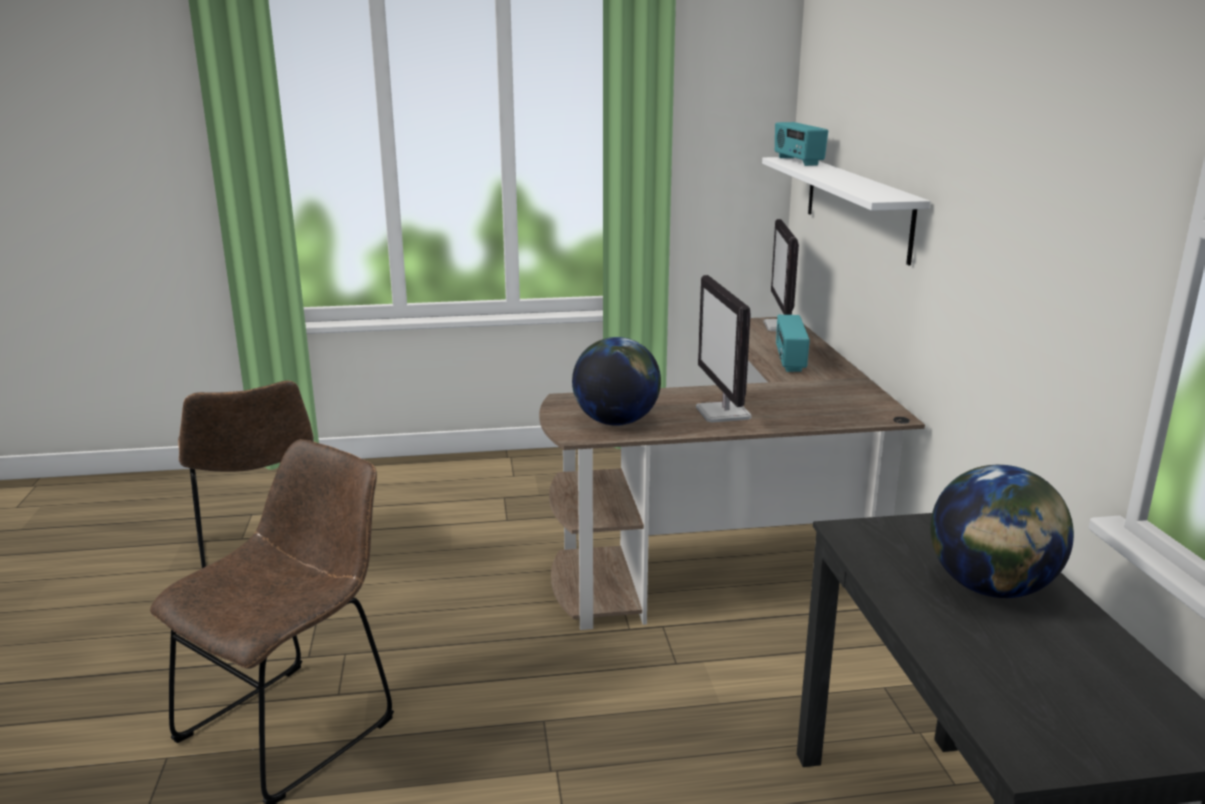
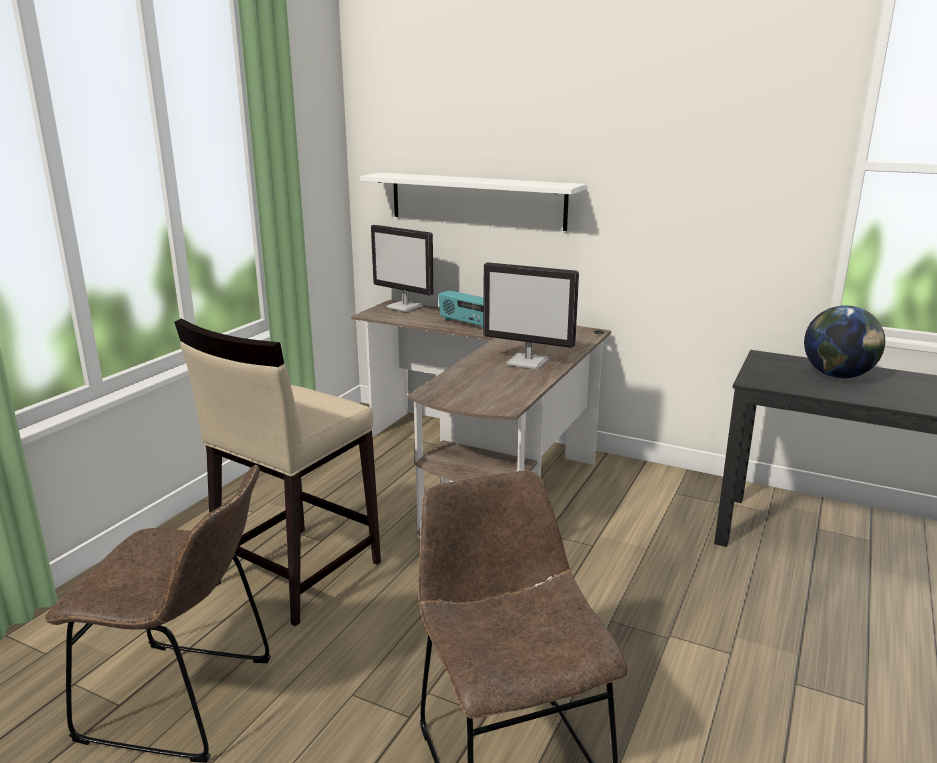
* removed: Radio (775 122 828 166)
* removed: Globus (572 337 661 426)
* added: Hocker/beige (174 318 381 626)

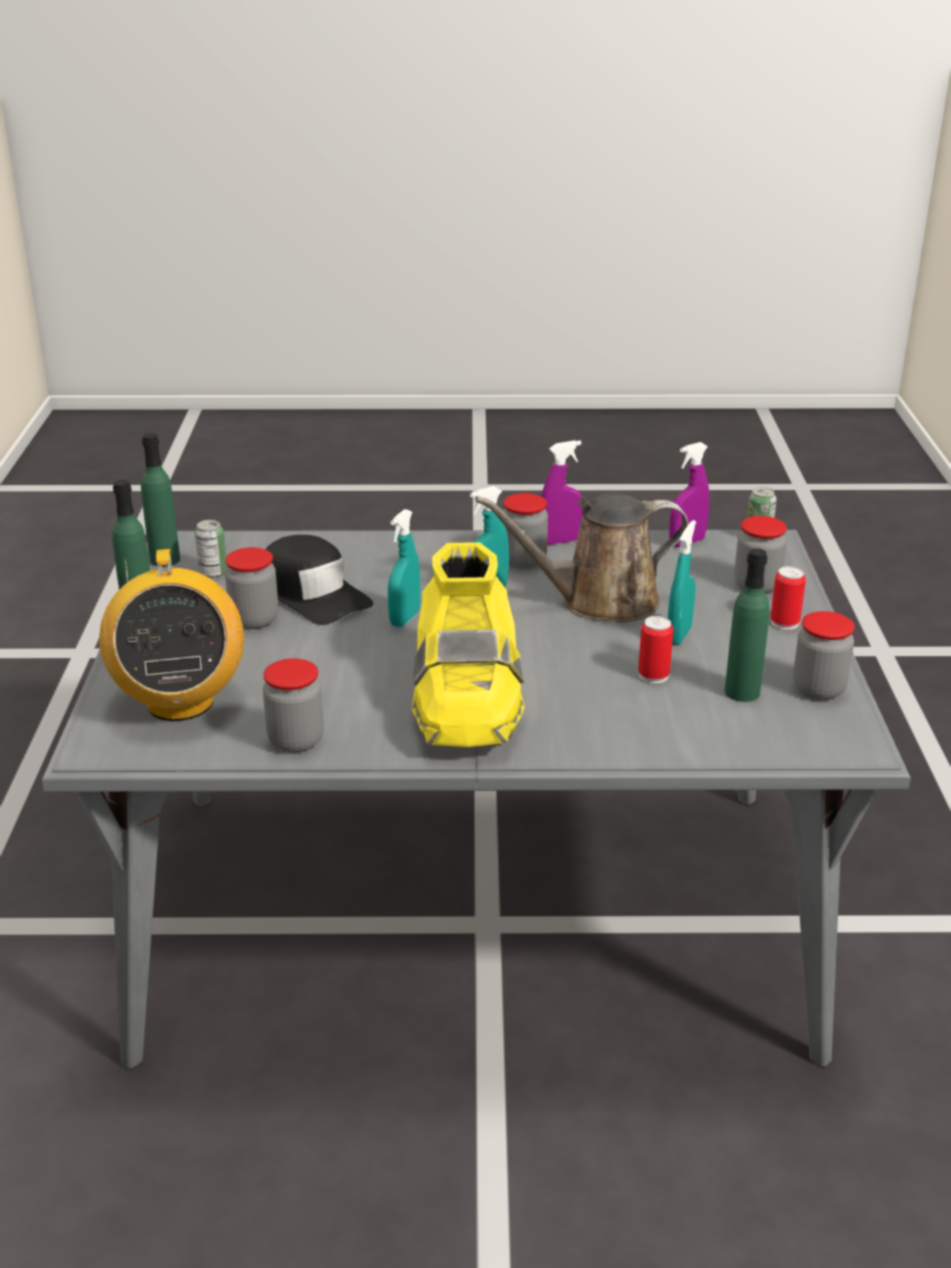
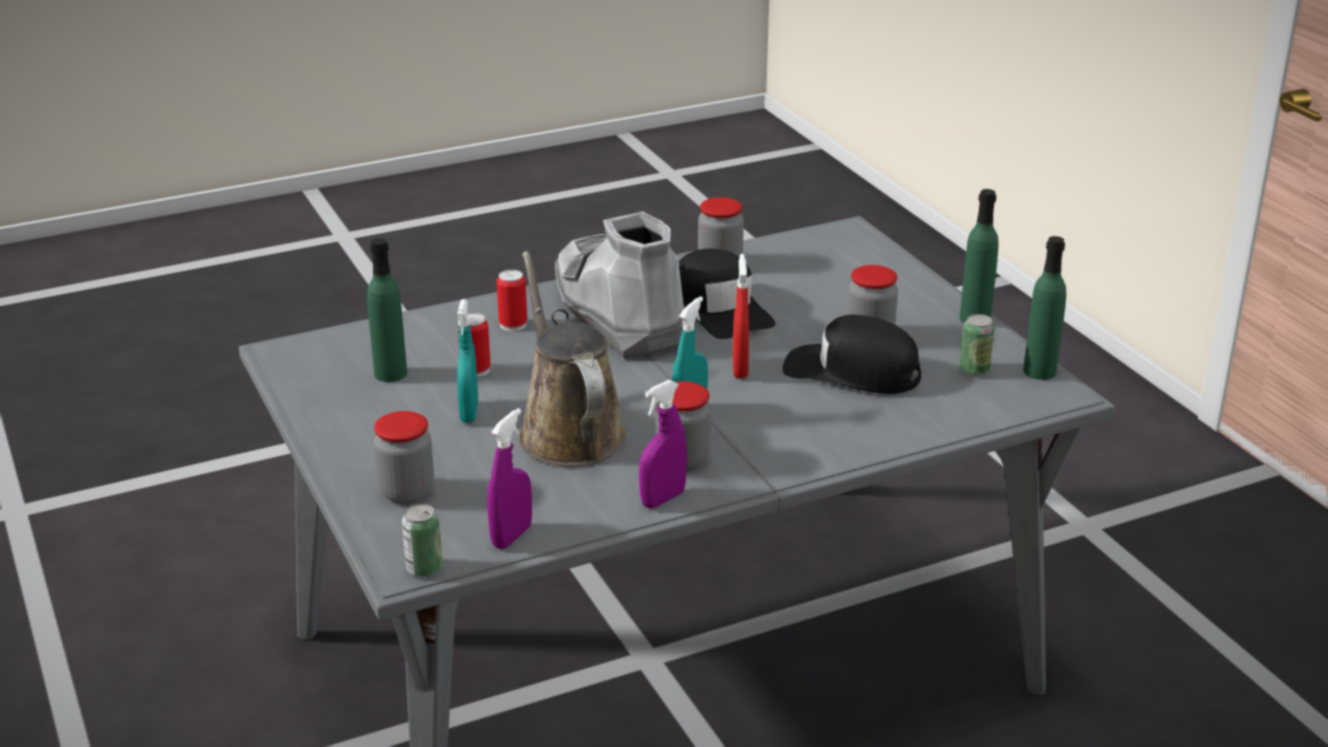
* turned: Gießkanne/braun (475 493 688 622) = (519 251 626 466) 75 degrees counterclockwise
* recoloured: Sprühflasche/türkis (388 509 420 627) to Sprühflasche/rot (732 254 749 378)
* recoloured: Stiefel/gelb (412 542 525 747) to Stiefel/grau (555 212 684 359)
* removed: Radio (99 549 244 721)
* moved: Dose (770 566 806 630) to (497 270 527 331)
* removed: Vorratsglas (793 611 854 700)
* added: Kappe/schwarz (679 248 776 339)

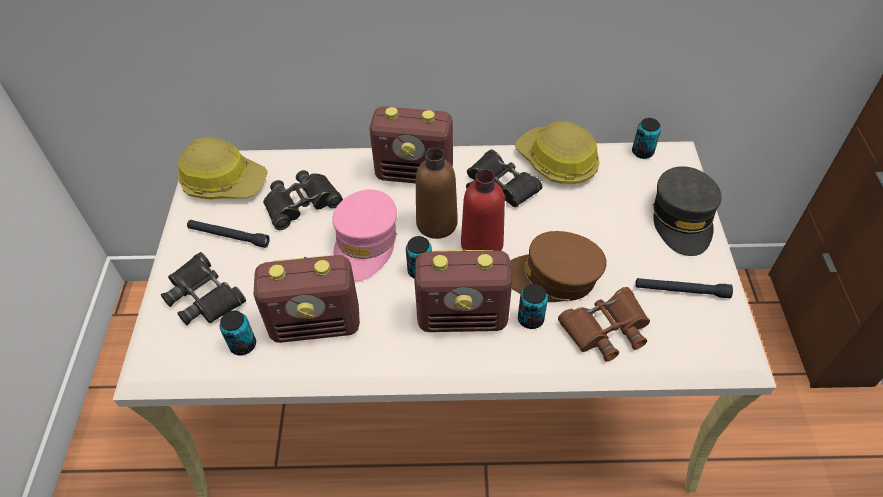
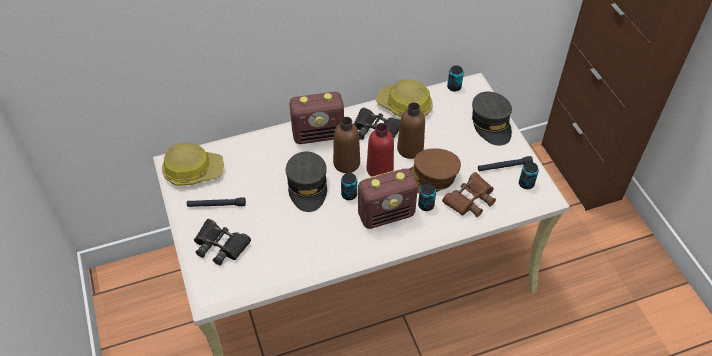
* removed: Fernglas/schwarz (263 170 343 230)
* recoloured: Kappe/rosa (332 190 397 282) to Kappe/grau (286 151 327 212)
* removed: Radio (253 255 360 343)
* moved: Dose (220 310 256 355) to (519 162 539 189)
* added: Flasche/braun (397 102 425 159)

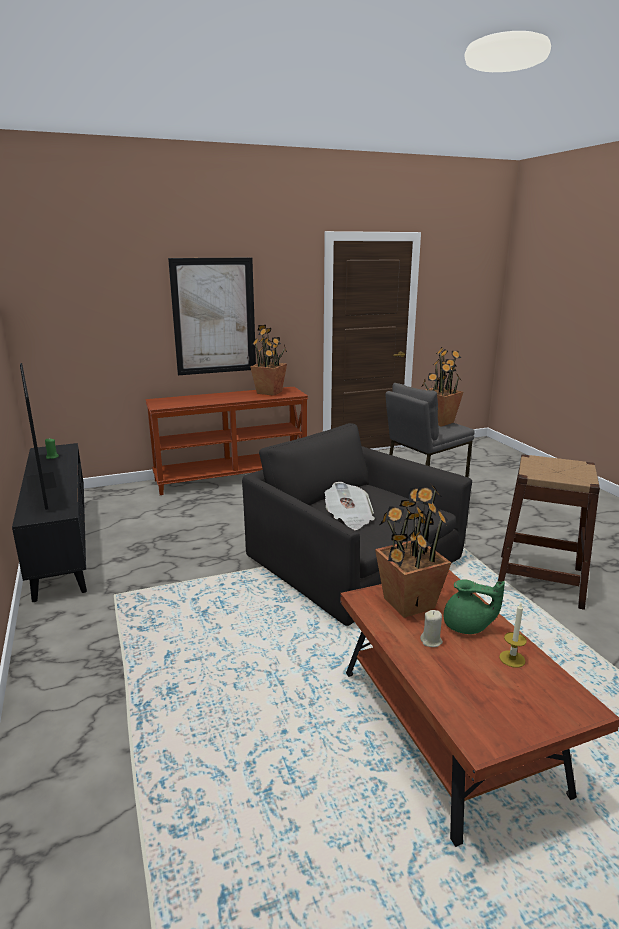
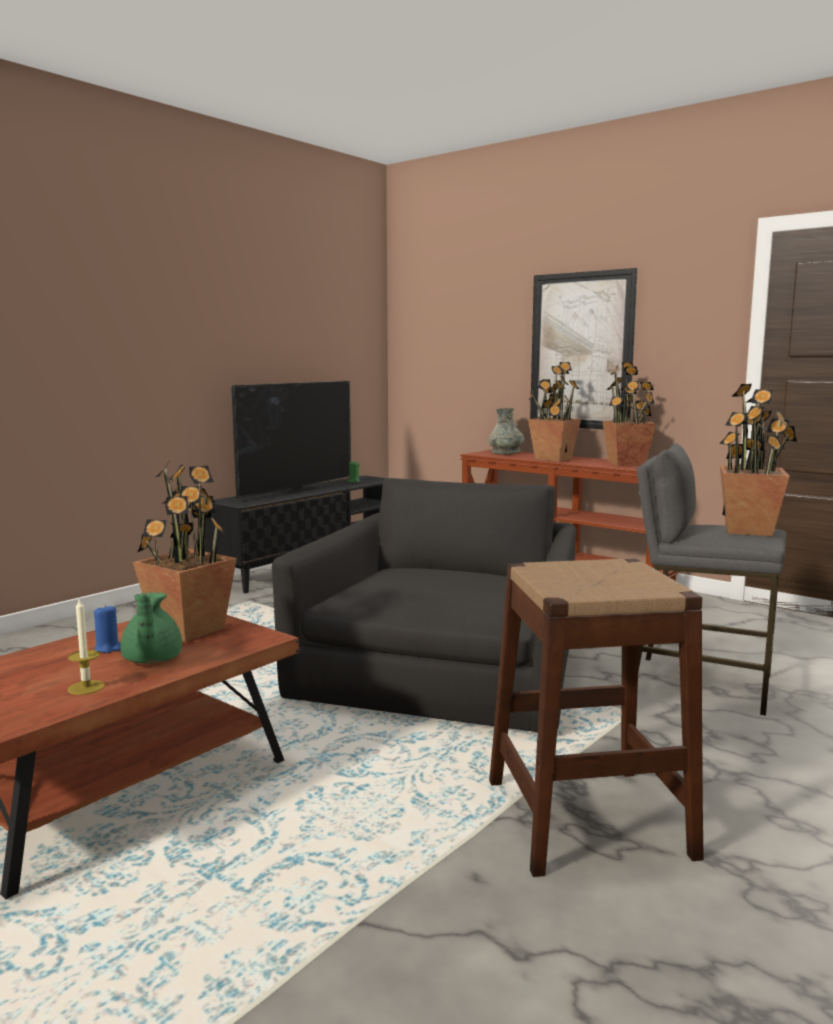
* removed: Zeitung (325 482 375 530)
* recoloured: Kerze/beige (420 610 443 647) to Kerze/blau (94 604 121 653)
* added: Topfpflanze (528 362 581 462)
* added: Vase/grau (489 408 524 455)

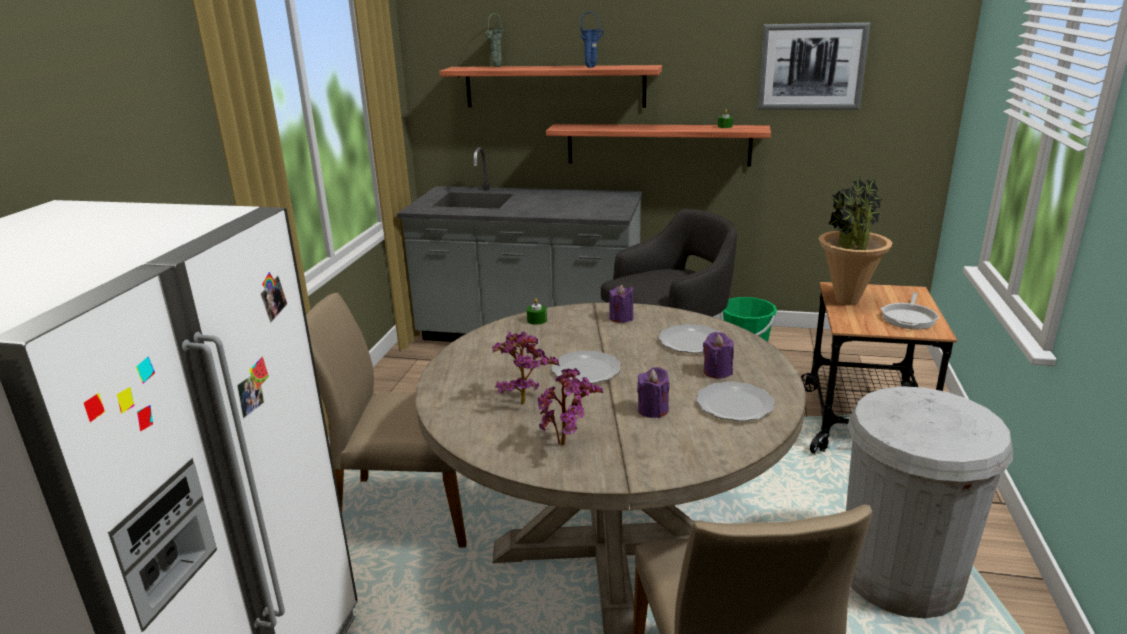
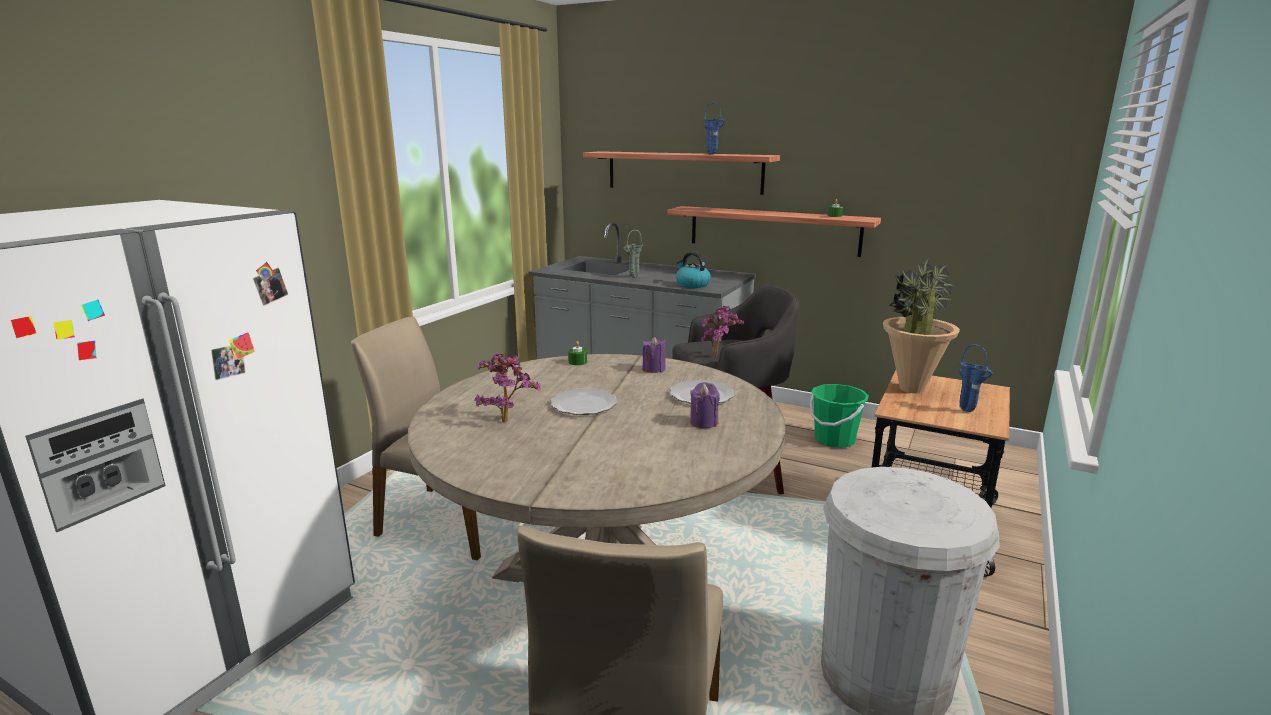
* moved: Vase/grün (485 13 504 67) to (623 230 643 278)
* removed: Bild (757 22 870 110)
* replaced: Pfanne (881 292 940 329) to Vase/blau (959 344 993 412)
* removed: Kerze/lila (637 367 670 418)
* moved: Topfpflanze (537 368 603 445) to (701 306 744 356)
* removed: Teller (696 381 775 421)
* added: Wasserkessel (676 252 711 288)

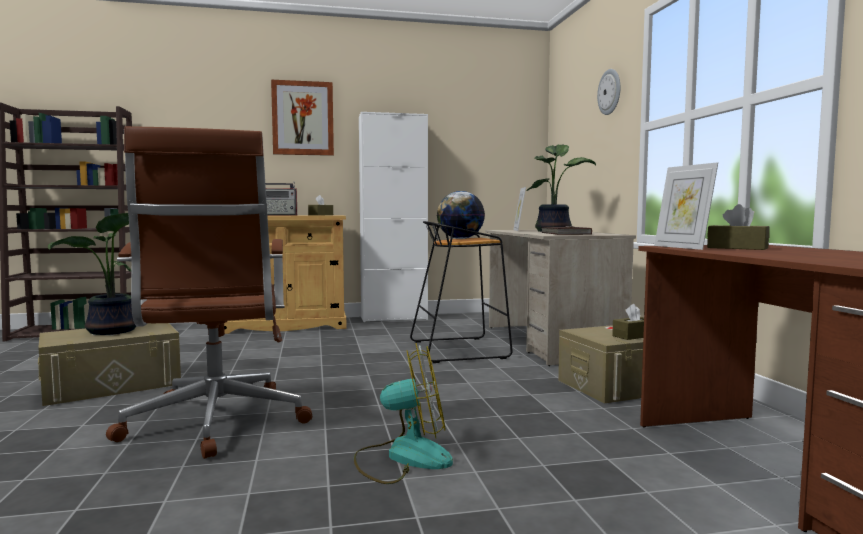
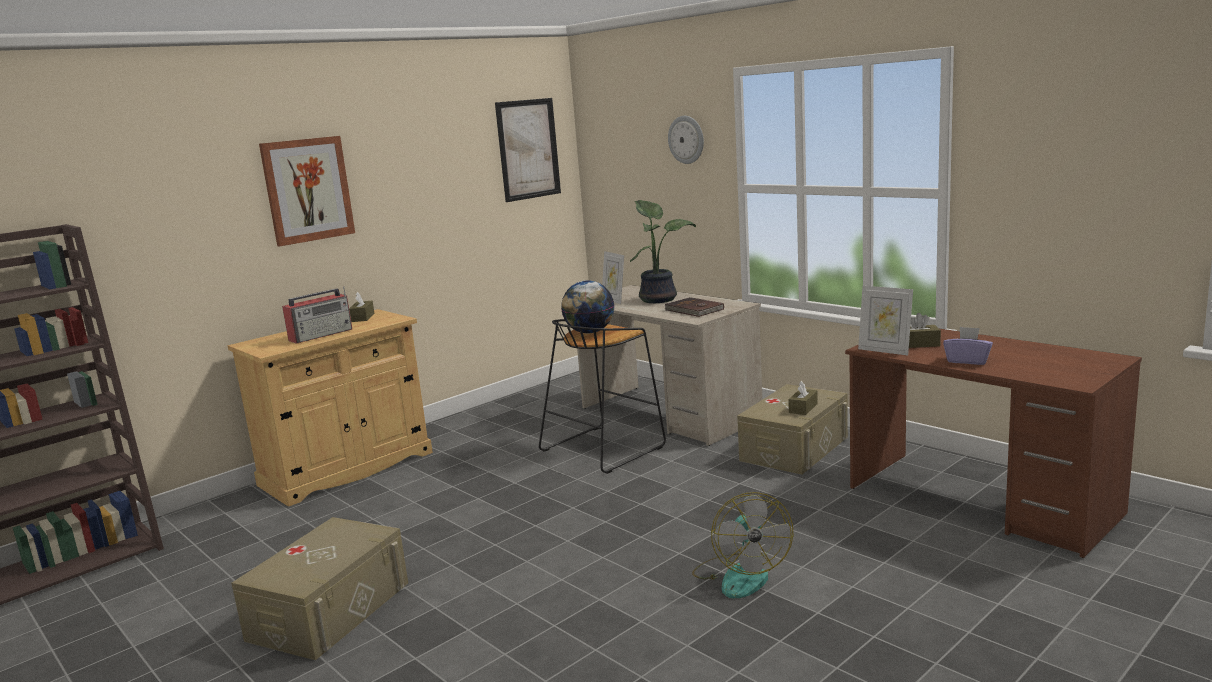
* removed: Schrank/weiß (359 112 428 322)
* removed: Bürostuhl/braun (106 126 312 459)
* removed: Topfpflanze (48 213 136 335)
* turned: Ventilator (354 343 453 484) = (692 492 794 599) 120 degrees clockwise
* added: Bild (495 98 561 202)
* added: Taschentuchbox/lila (943 327 993 365)

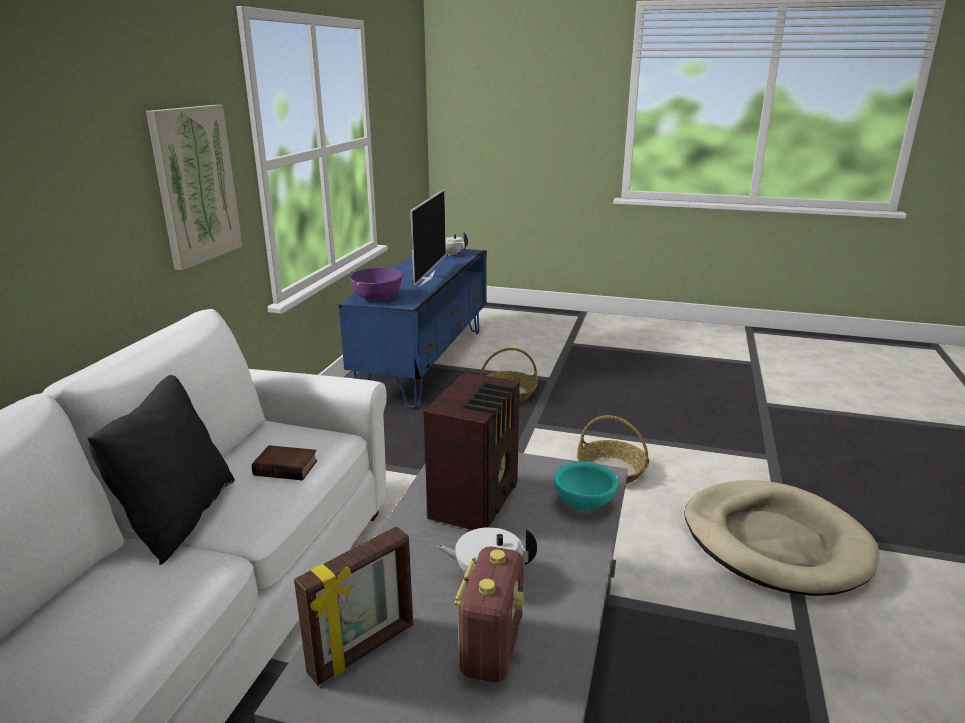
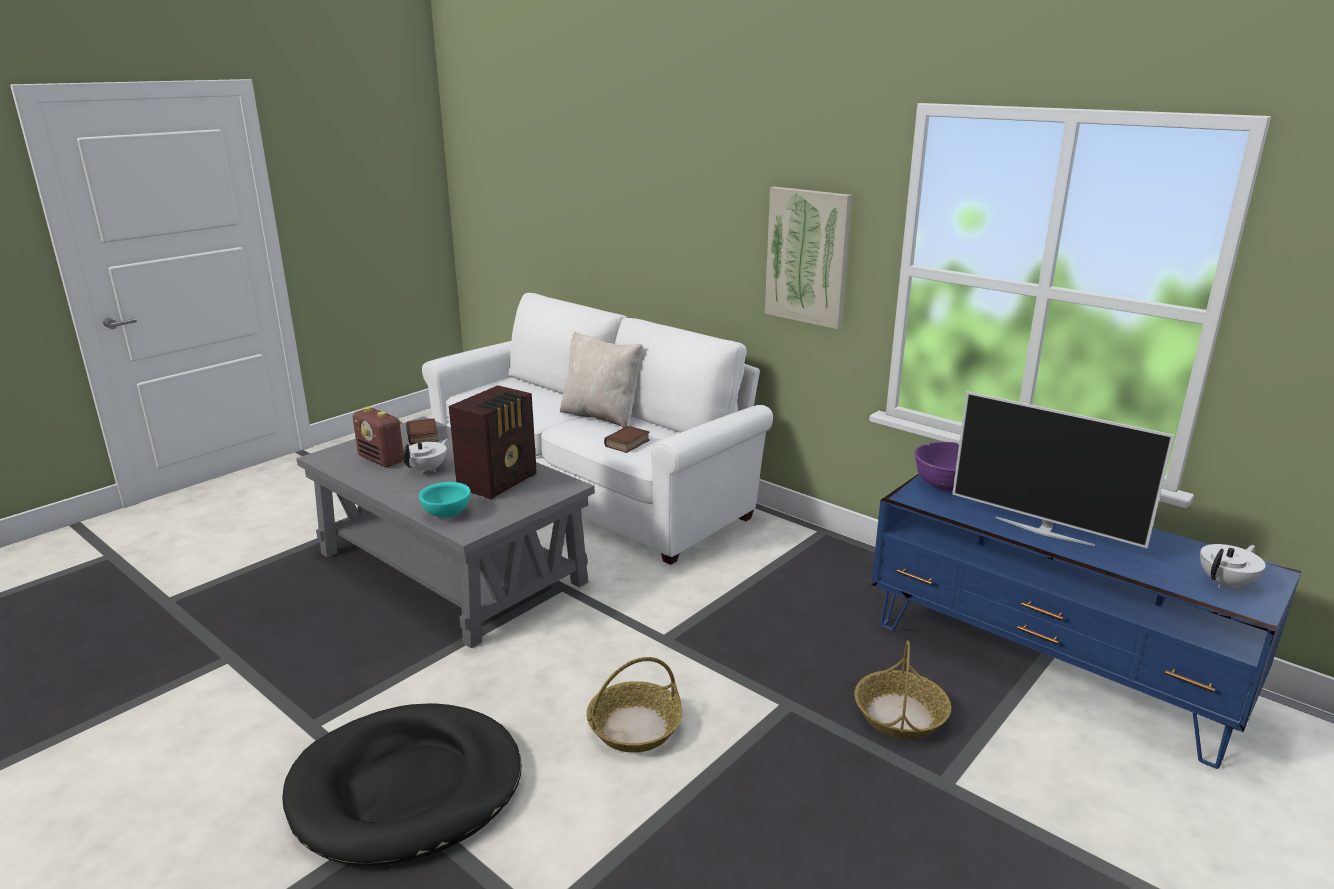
* turned: Radio (423 372 520 530) = (449 385 537 500) 105 degrees counterclockwise
* recoloured: Kissen/schwarz (87 375 235 565) to Kissen/beige (560 331 643 428)
* recoloured: Hundebett/beige (685 480 879 596) to Hundebett/schwarz (282 703 522 866)
* replaced: Bilderrahmen (294 526 413 685) to Buch (406 419 439 445)

